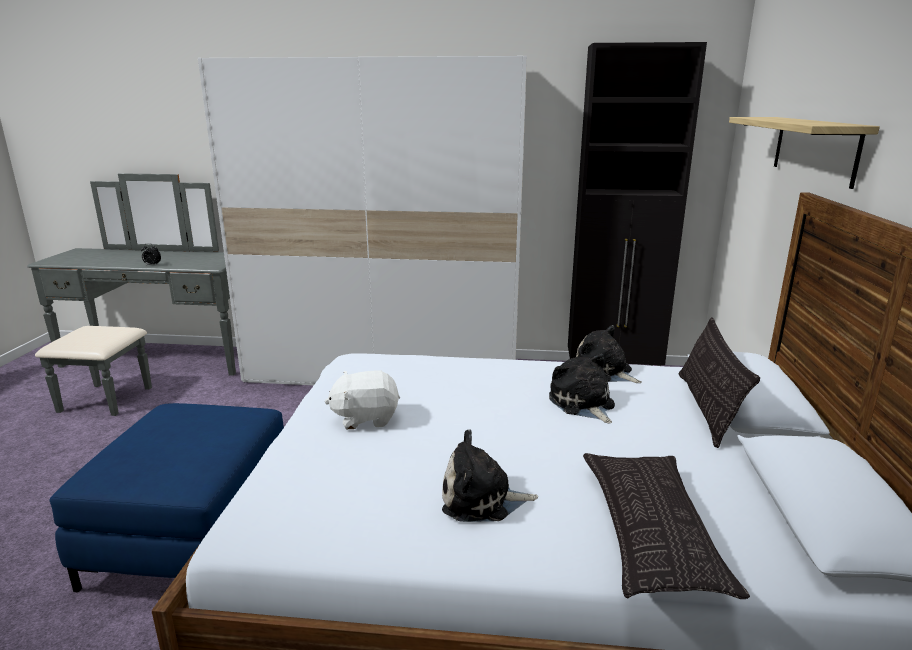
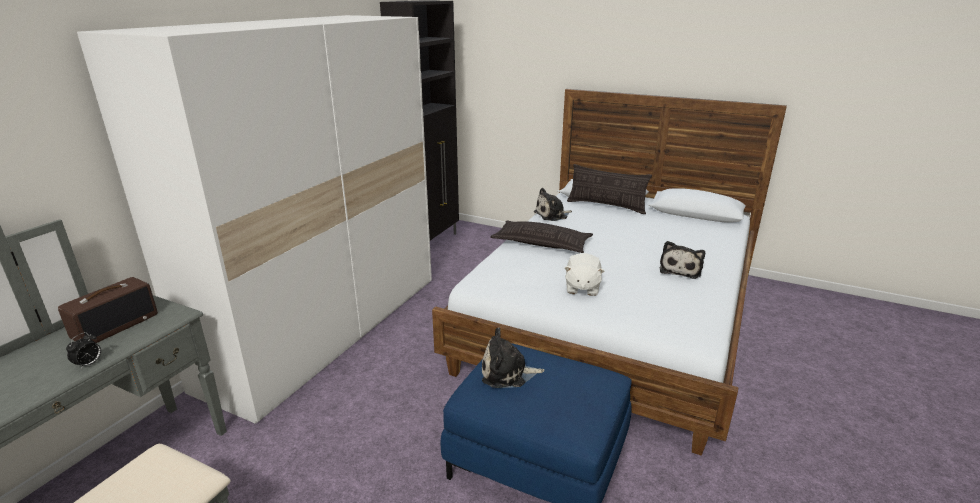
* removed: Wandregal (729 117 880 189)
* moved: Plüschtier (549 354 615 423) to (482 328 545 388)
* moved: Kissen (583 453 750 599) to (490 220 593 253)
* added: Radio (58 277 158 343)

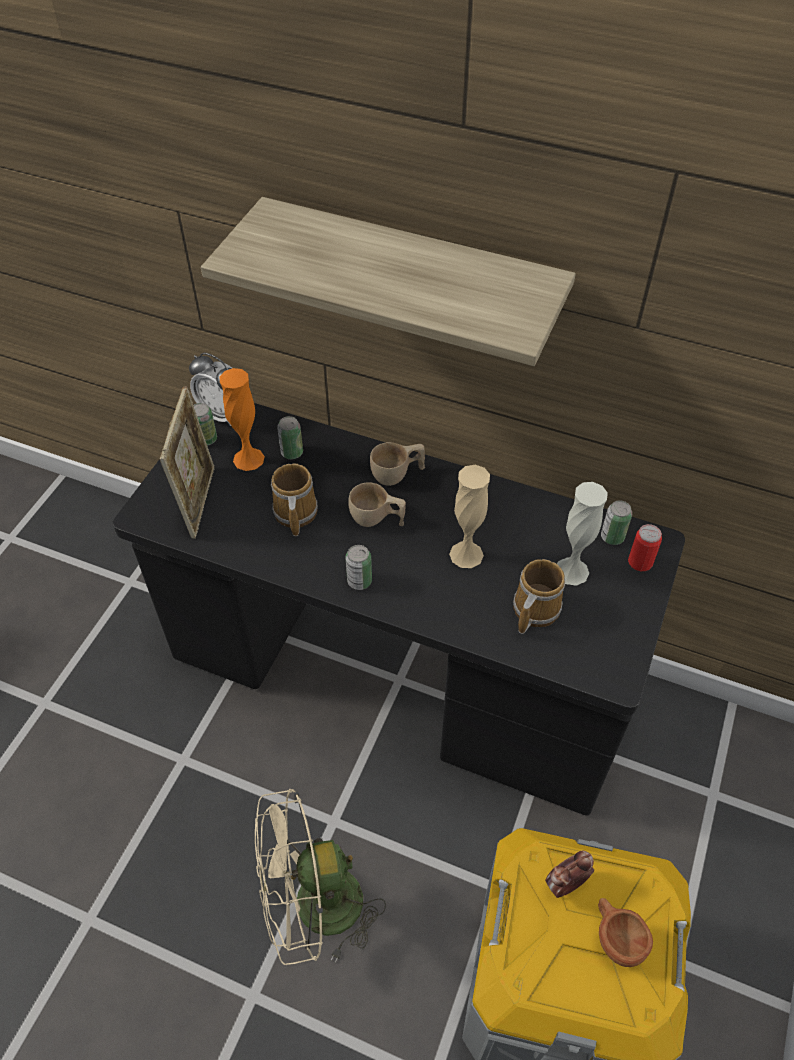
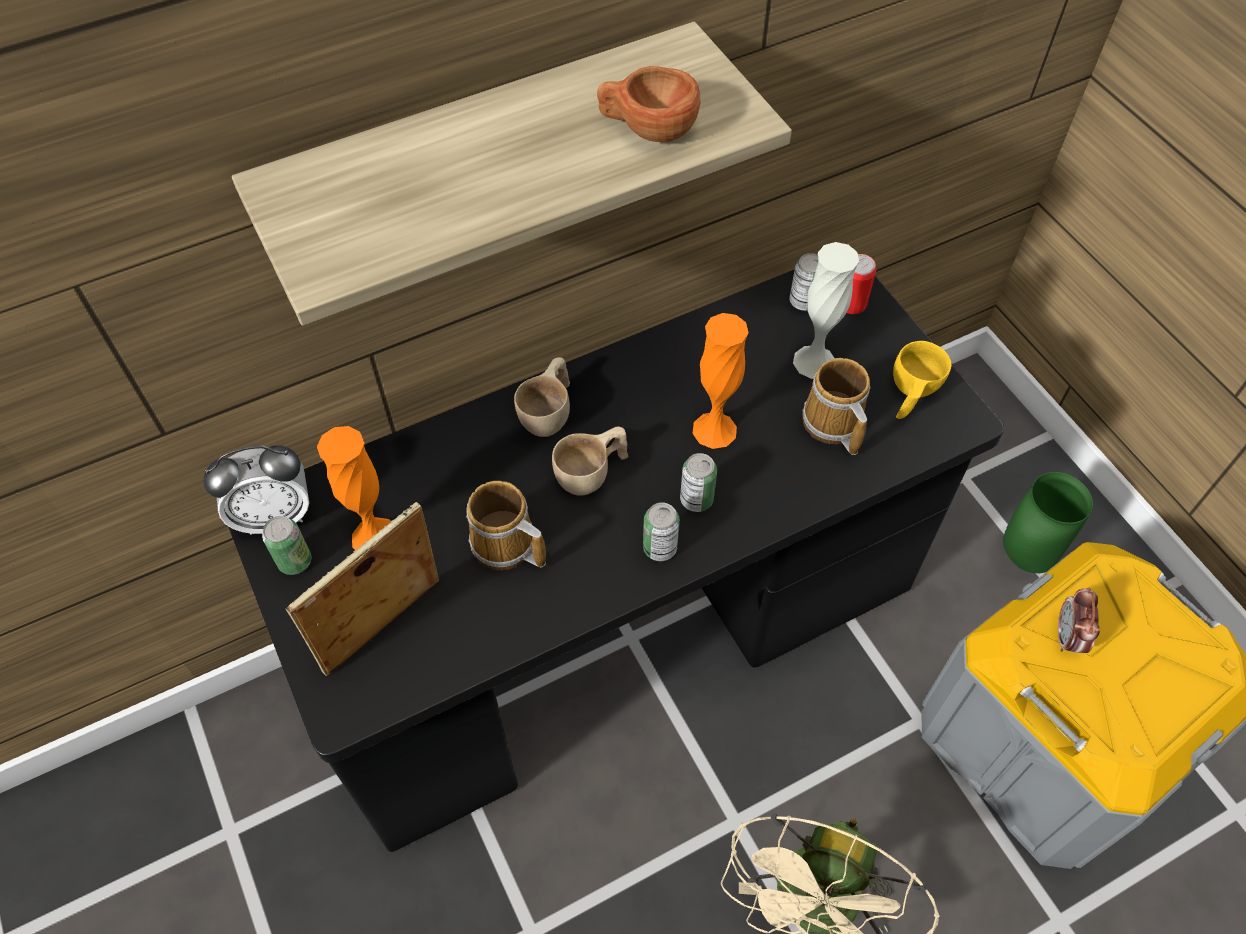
* turned: Bilderrahmen (160 386 214 539) = (286 502 439 676) 90 degrees counterclockwise
* moved: Dose (277 416 303 459) to (680 453 717 512)
* recoloured: Vase/beige (449 465 490 568) to Vase/orange (692 313 749 449)
* moved: Tasse/braun (598 898 653 967) to (597 66 700 142)
* added: Tasse/gelb (893 341 951 419)
* added: Vase/grün (1003 472 1093 573)

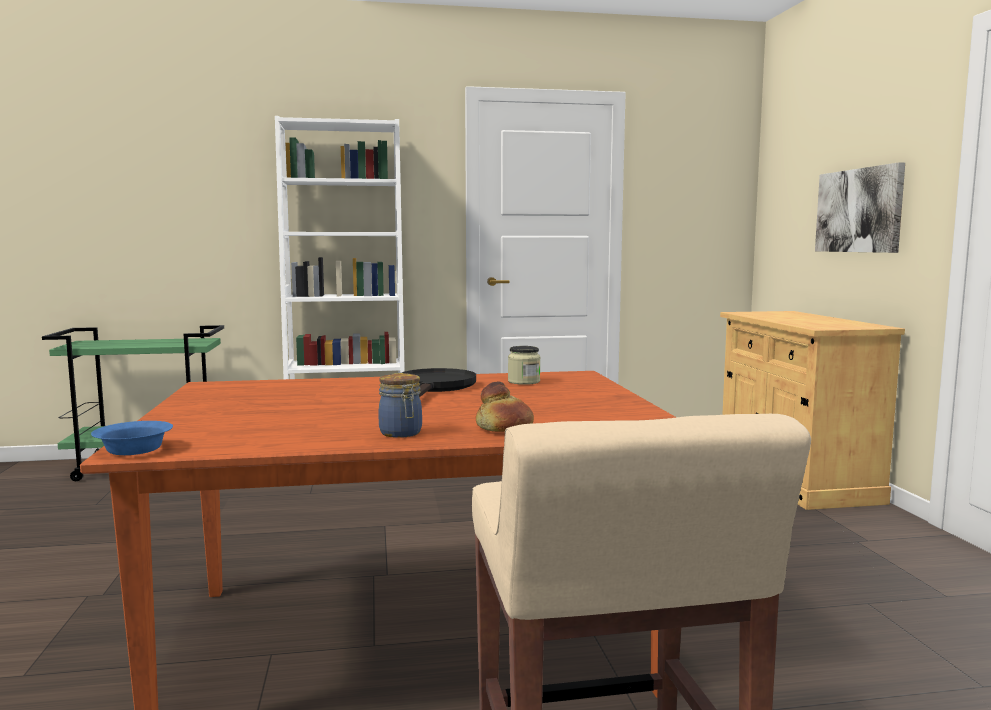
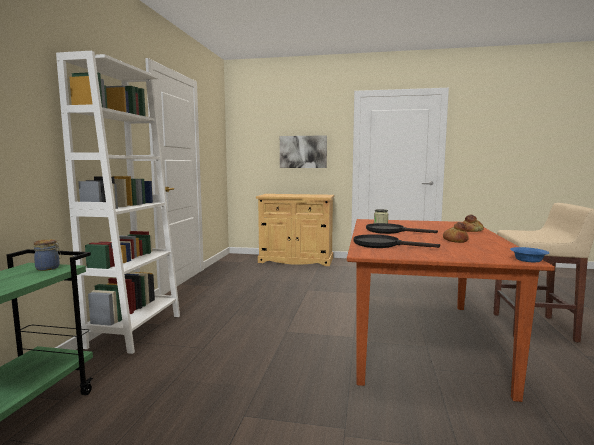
* moved: Vorratsglas (378 373 422 438) to (34 239 61 271)
* added: Brot (443 222 469 243)
* added: Pfanne/schwarz (353 234 440 248)

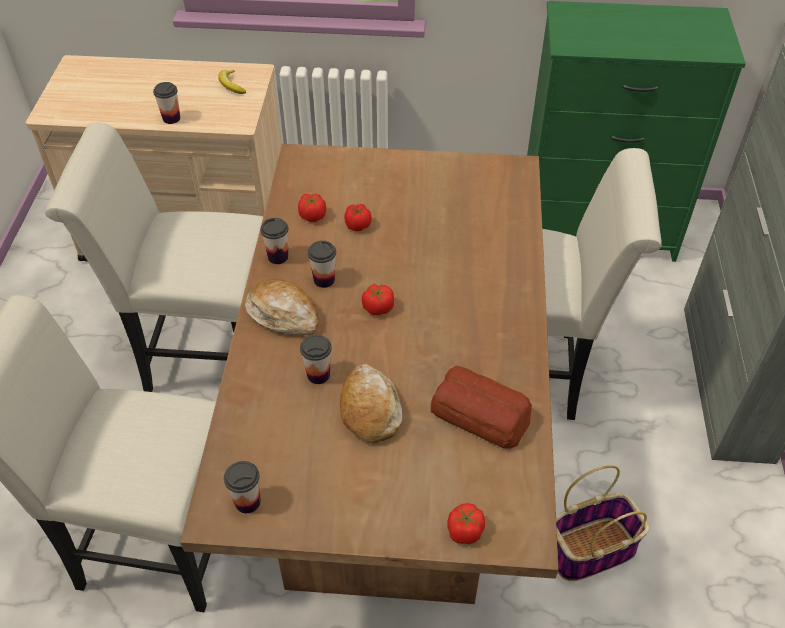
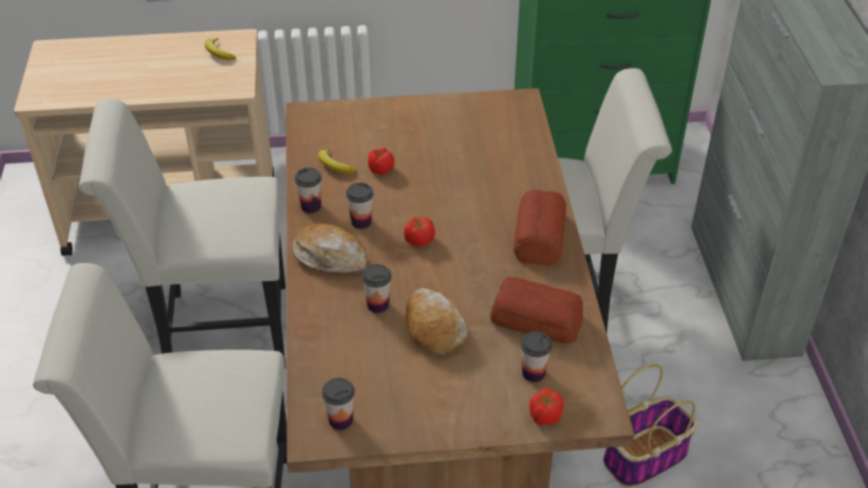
* moved: Tasse (153 82 180 124) to (521 331 552 382)
* replaced: Tomate (298 193 326 222) to Banane (318 148 357 174)
* added: Brot (514 189 566 266)

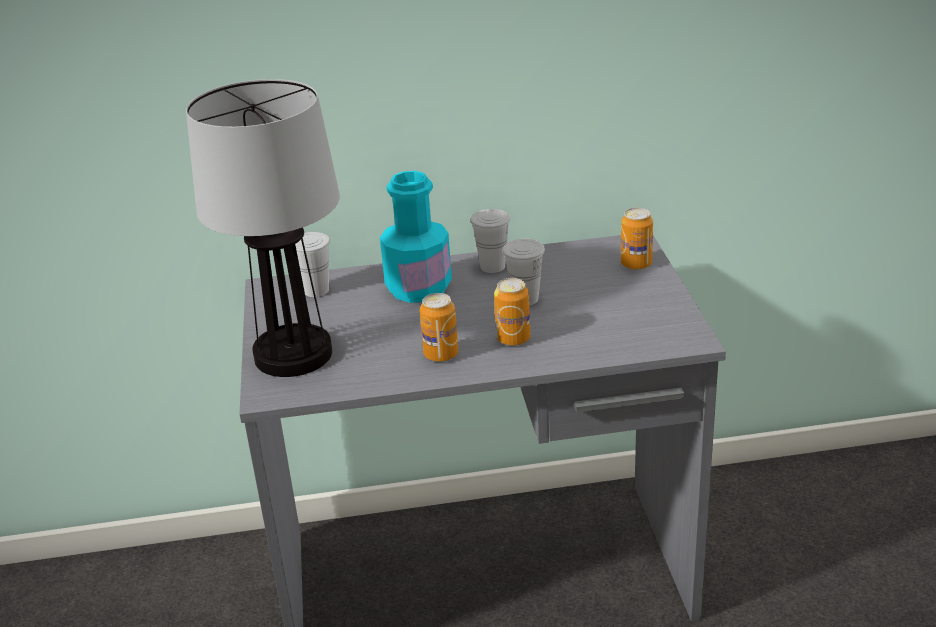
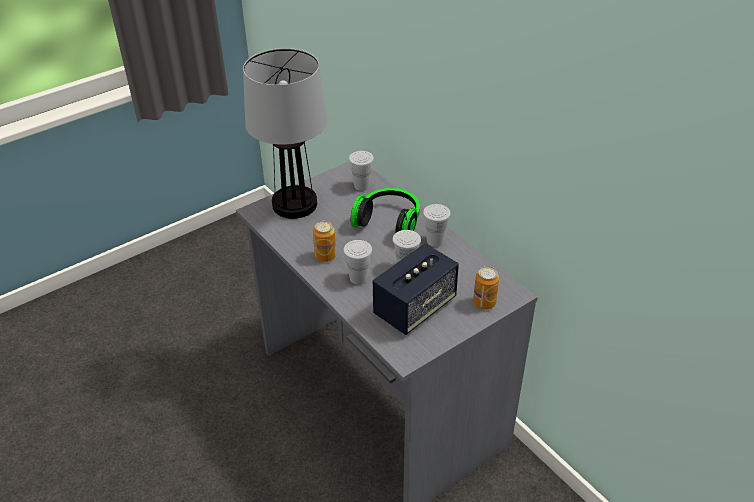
* replaced: Flasche/türkis (380 171 452 303) to Kopfhörer (351 188 420 233)
* replaced: Dose (494 278 530 346) to Tasse/weiß (343 240 372 285)
* added: Lautsprecher (373 243 459 335)

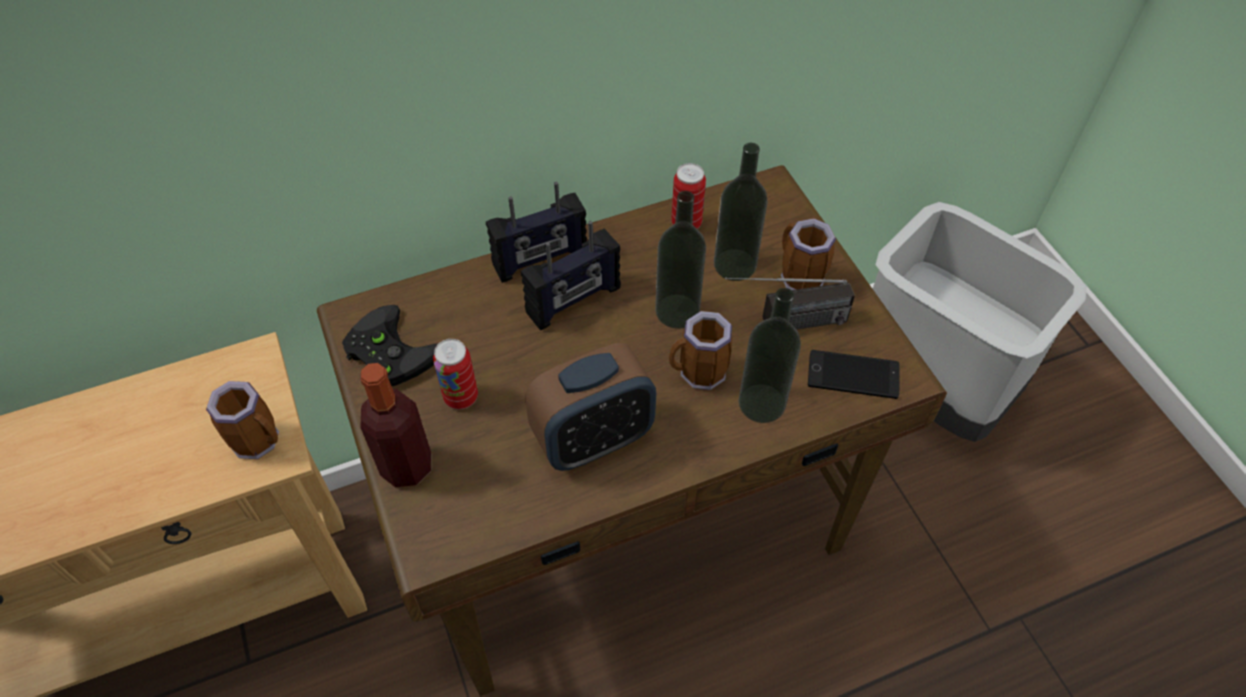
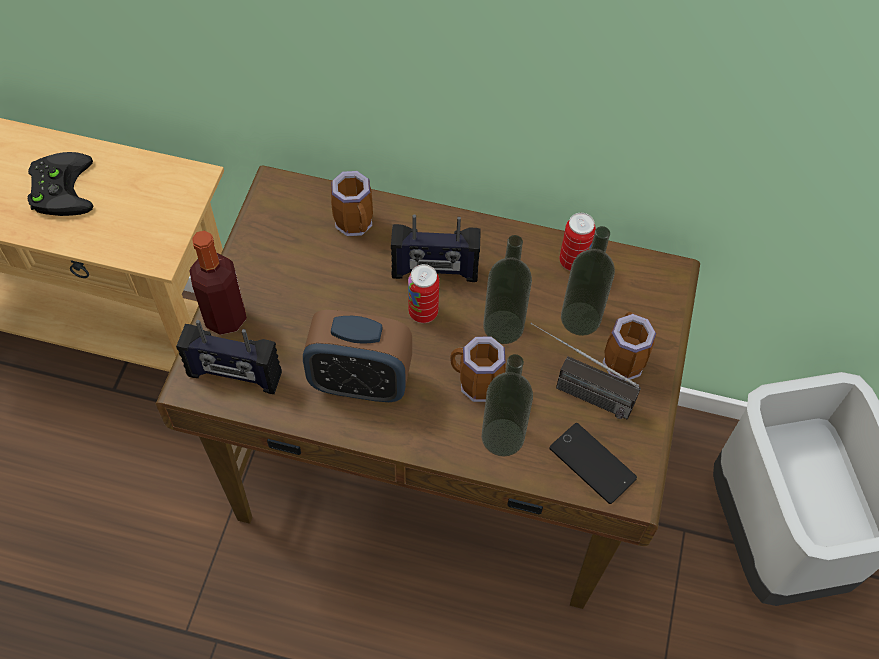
* moved: Radio (486 182 587 283) to (176 320 282 394)
* moved: Gamepad/schwarz (342 305 438 386) to (28 152 94 216)
* moved: Dose (433 339 478 409) to (408 264 439 323)
* moved: Henkelbecher (206 381 279 459) to (331 171 373 237)

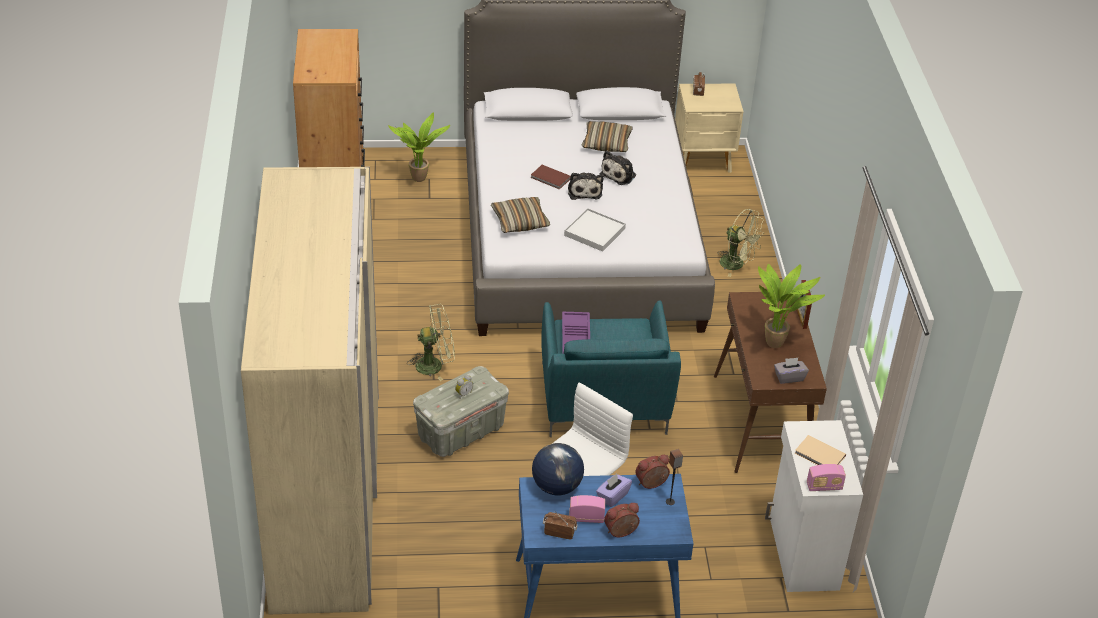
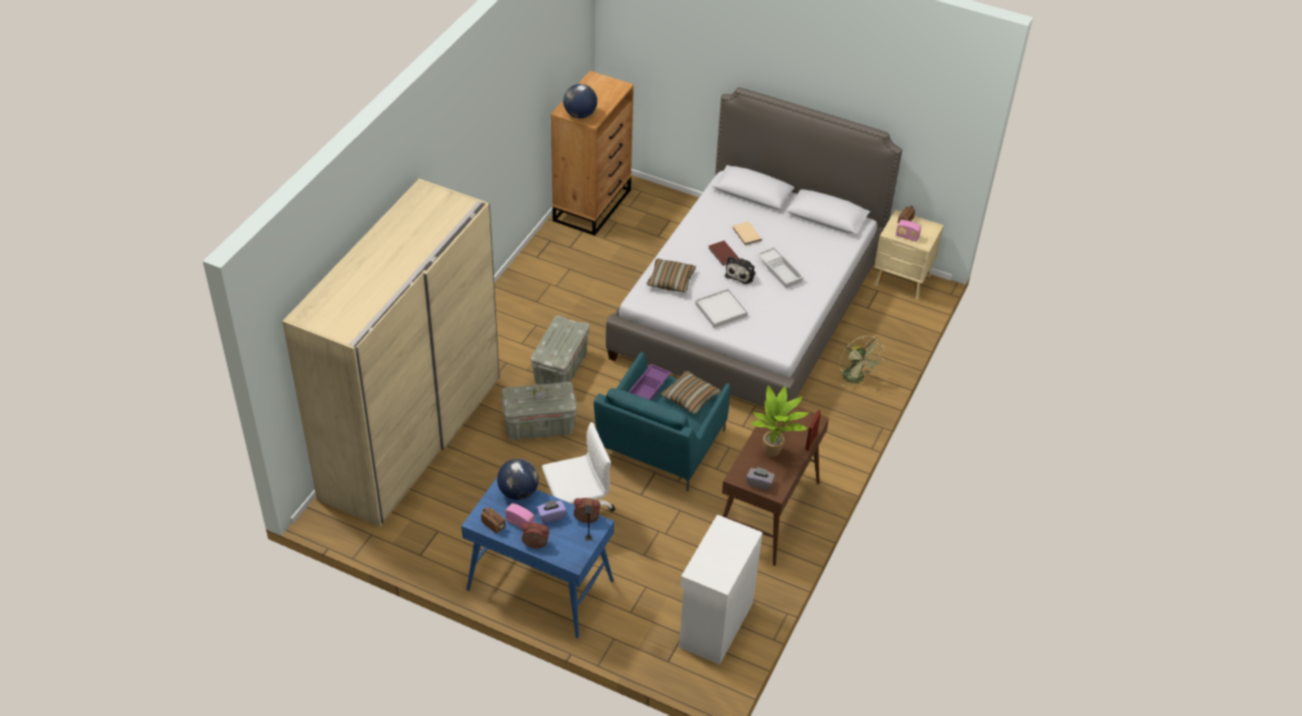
* removed: Topfpflanze (388 113 450 182)
* moved: Kissen (581 121 633 152) to (661 371 721 414)
* replaced: Plüschtier (599 151 636 185) to Tablett/weiß (757 246 804 288)
* replaced: Ventilator/grün (407 304 455 381) to Aufbewahrungsbox/grau (531 316 590 385)
* moved: Buch/beige (794 435 846 465) to (732 221 762 246)
* moved: Radio (807 464 846 491) to (896 220 921 242)
* added: Globus (563 84 597 118)

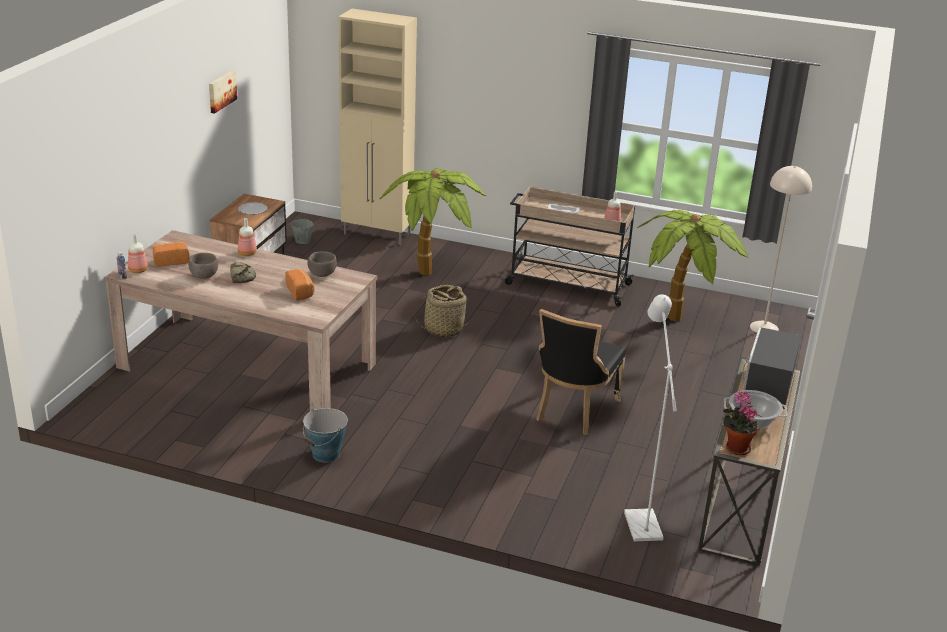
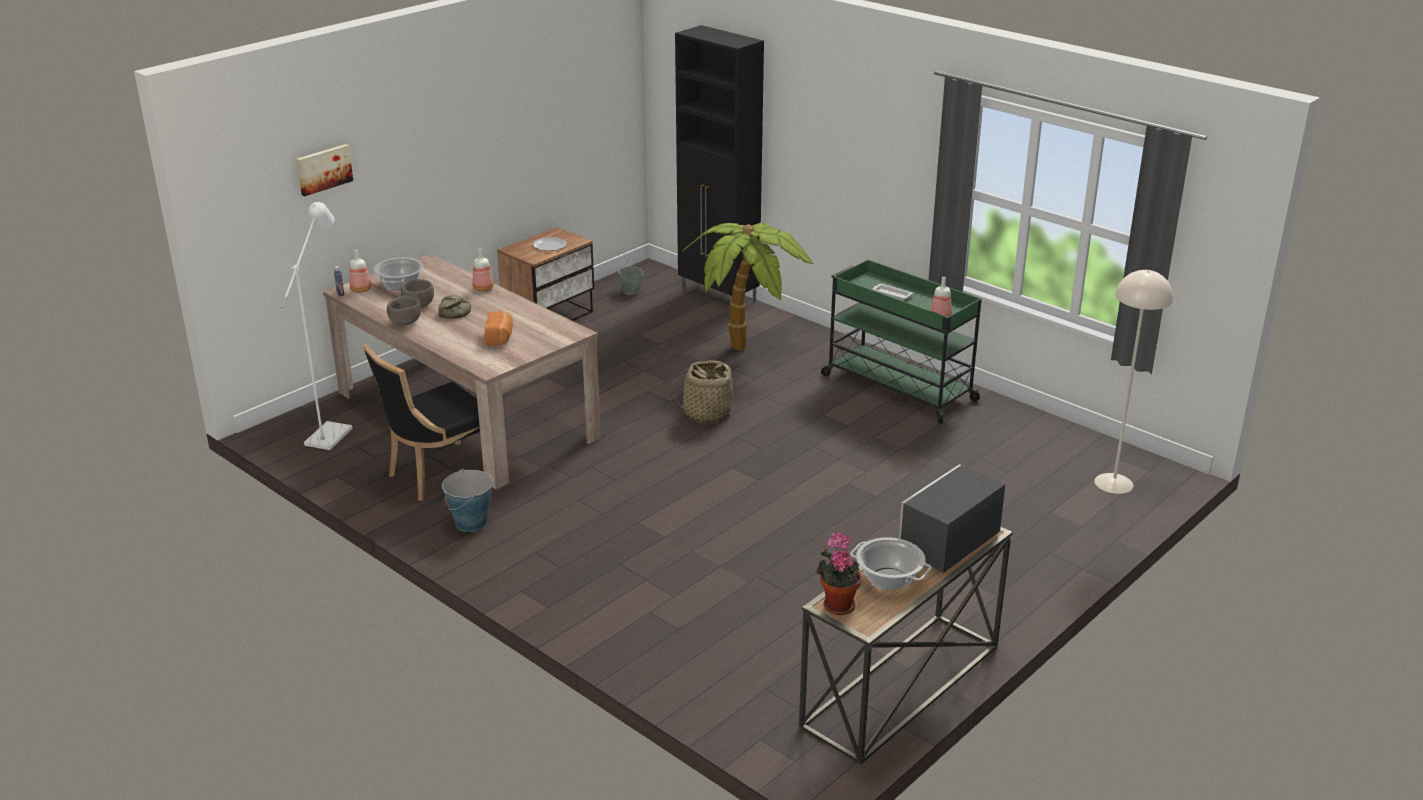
* recoloured: Schrank/beige (338 9 417 245) to Schrank/schwarz (675 25 764 303)
* moved: Bild (209 70 237 113) to (296 144 353 196)
* recoloured: Rollwagen/beige (505 187 635 306) to Rollwagen/grün (821 260 982 424)
* removed: Topfpflanze (637 210 749 321)
* replaced: Brot (153 242 190 267) to Kochtopf (374 258 424 291)
* moved: Schüssel/braun (307 252 337 277) to (387 296 421 326)
* moved: Stehlampe/weiß (624 294 677 541) to (281 202 353 450)
* moved: Stuhl/schwarz (536 309 626 435) to (363 344 480 501)

